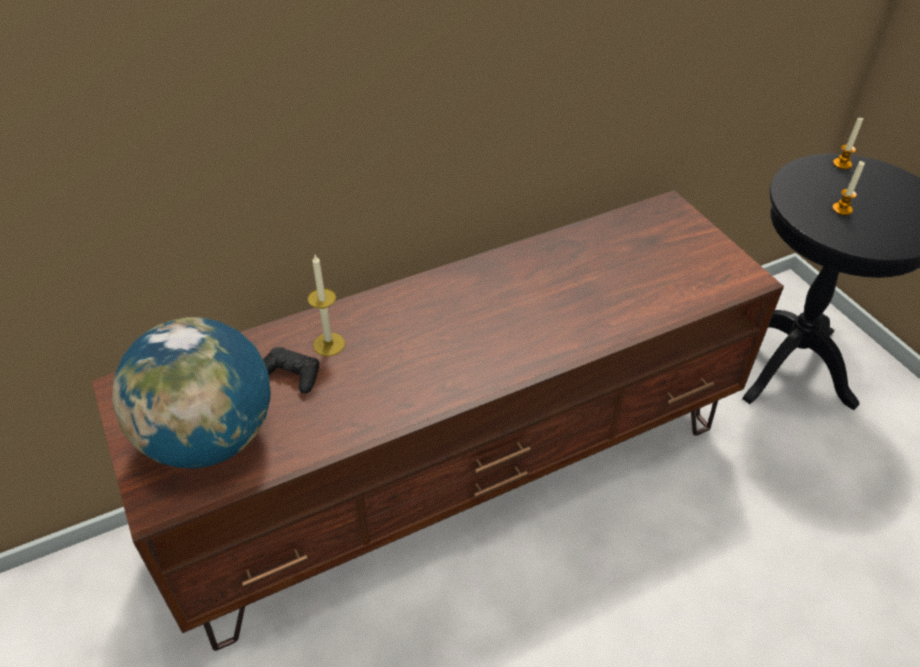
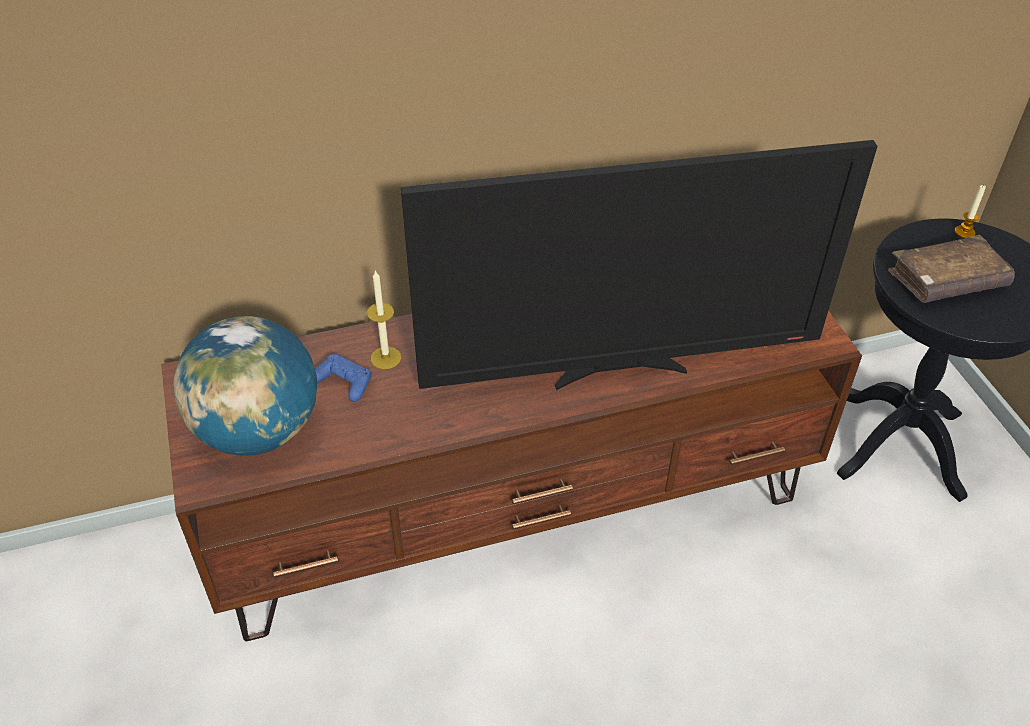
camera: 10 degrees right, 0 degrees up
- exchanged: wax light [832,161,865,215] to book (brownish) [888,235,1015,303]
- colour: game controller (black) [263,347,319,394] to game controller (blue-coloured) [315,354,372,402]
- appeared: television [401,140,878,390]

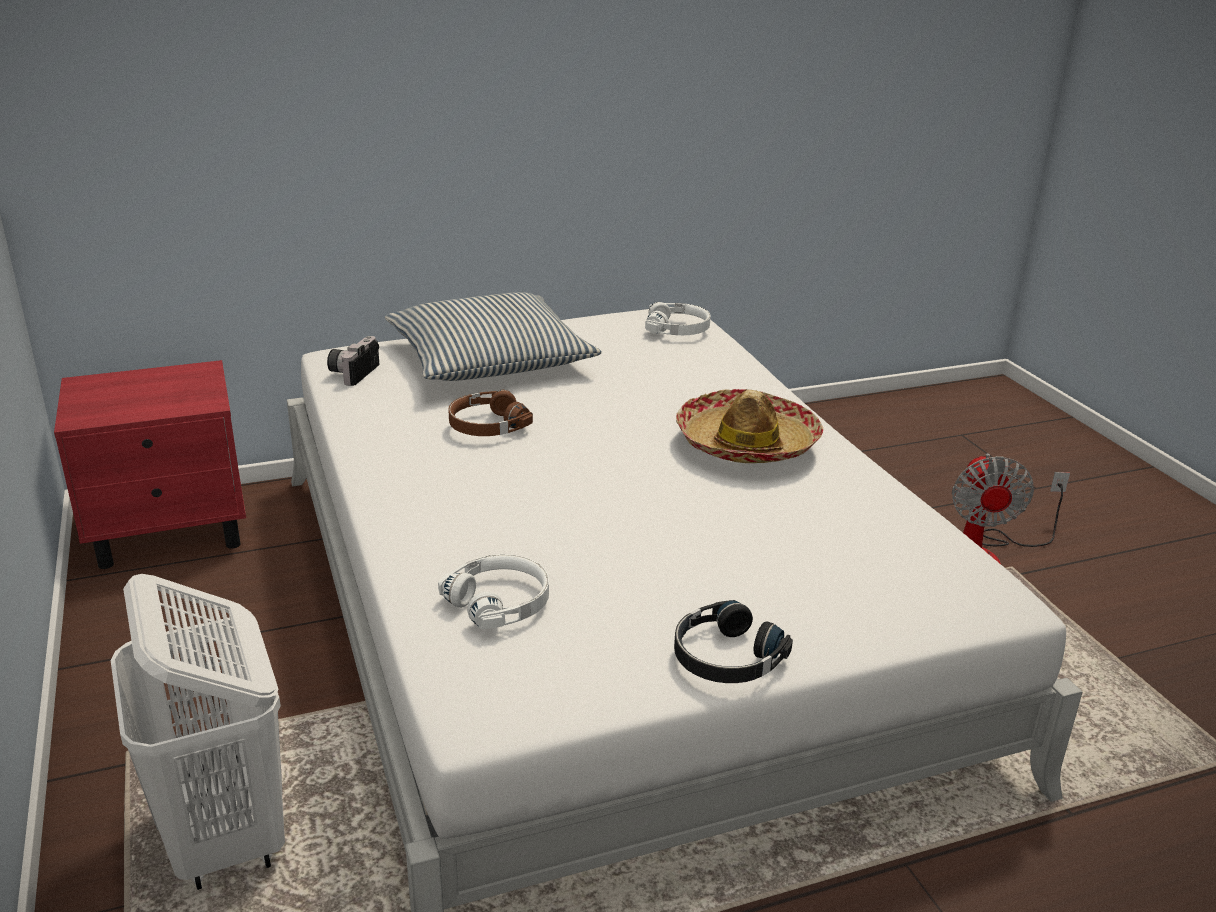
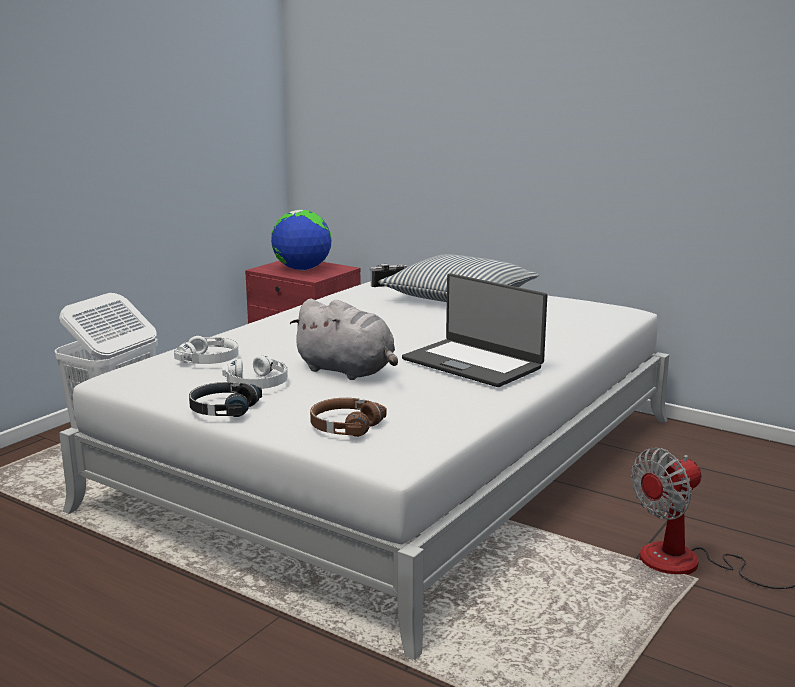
camera: 55 degrees right, 10 degrees down
- relocated: pair of headphones (whitish) [645,302,711,335] to [222,355,288,389]
- exchanged: hat [676,389,823,463] to notebook computer [402,273,547,387]
- relocated: pair of headphones (brownish) [448,390,533,436] to [310,398,387,437]
- appeared: globe [271,210,331,271]
- appeared: cuddly toy (greyish) [289,299,398,380]

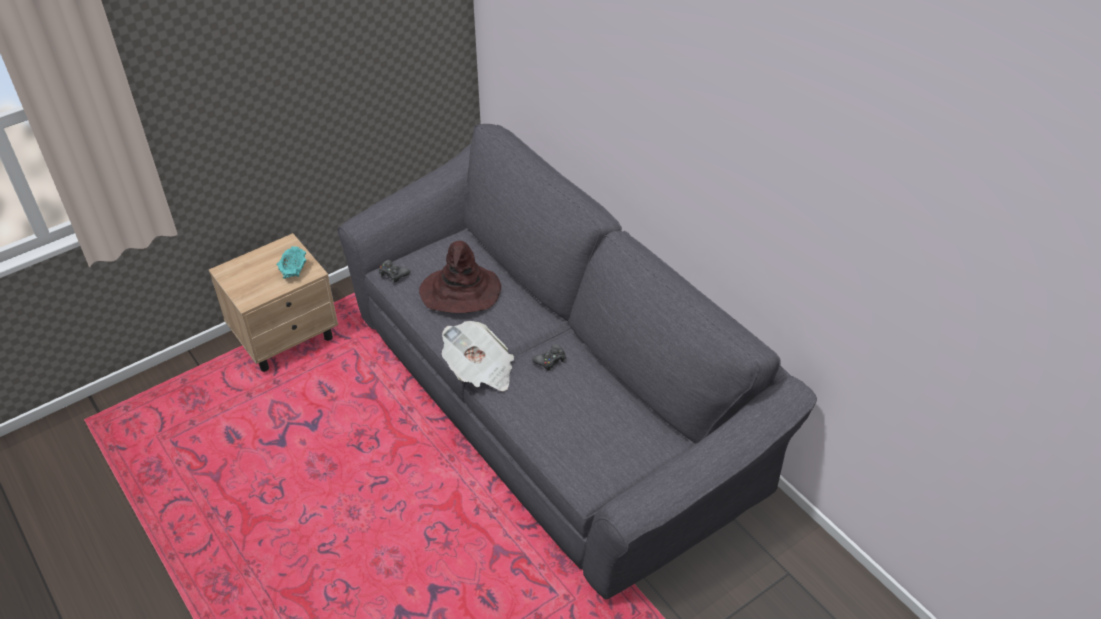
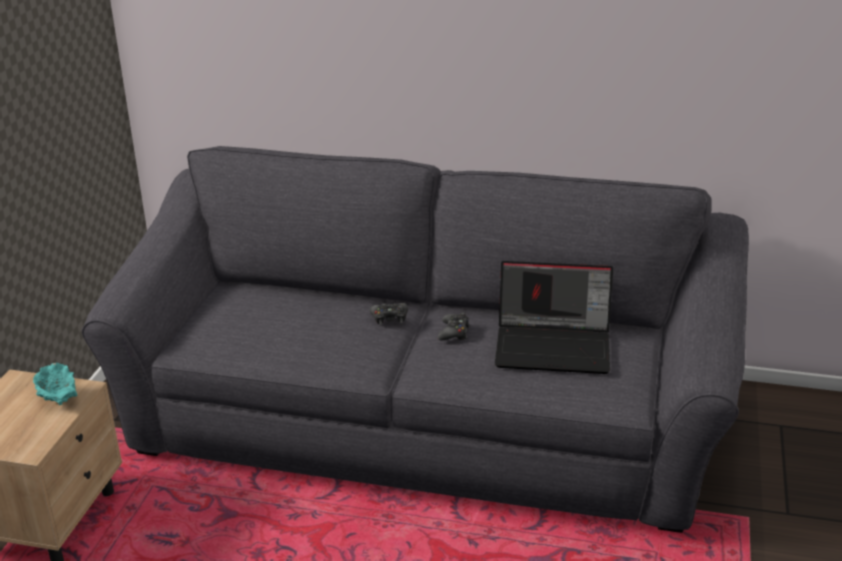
camera: 40 degrees left, 15 degrees down
- missing: hat (brownish) [419,241,501,313]
- relocated: game controller (black) [379,260,411,283] to [370,303,408,325]
- missing: printed paper [441,321,514,391]
- appeared: notebook computer [495,261,613,374]

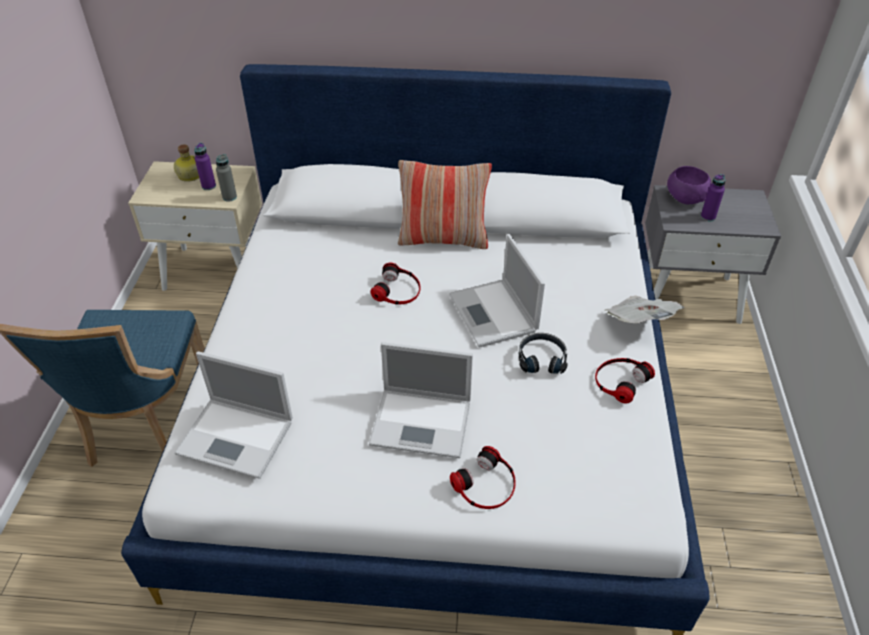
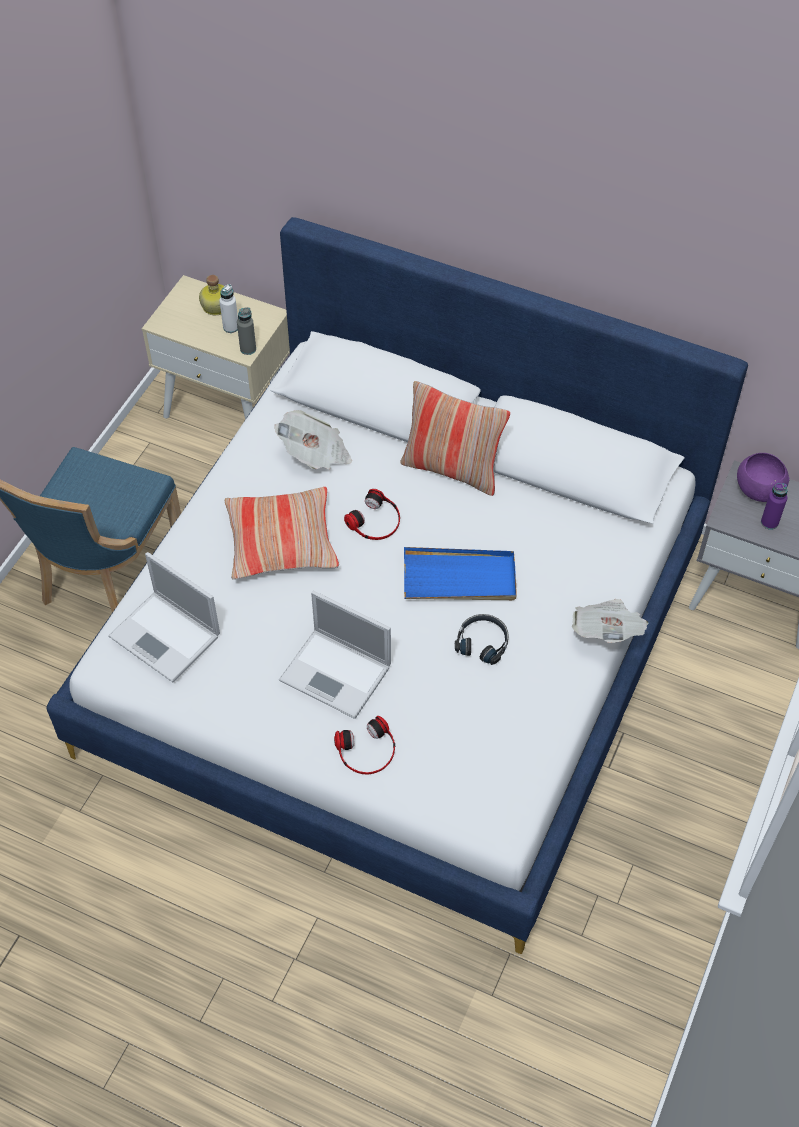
camera: 20 degrees right, 10 degrees up
- colour: drink bottle (purple-coloured) [194,143,216,190] to drink bottle (whitish) [219,284,238,333]
- exchanged: notebook computer [449,234,545,348] to serving tray (blue-coloured) [404,547,517,600]
- missing: pair of headphones [595,358,655,403]
- appeared: printed paper [274,410,353,470]
- appeared: cushion [225,487,339,580]

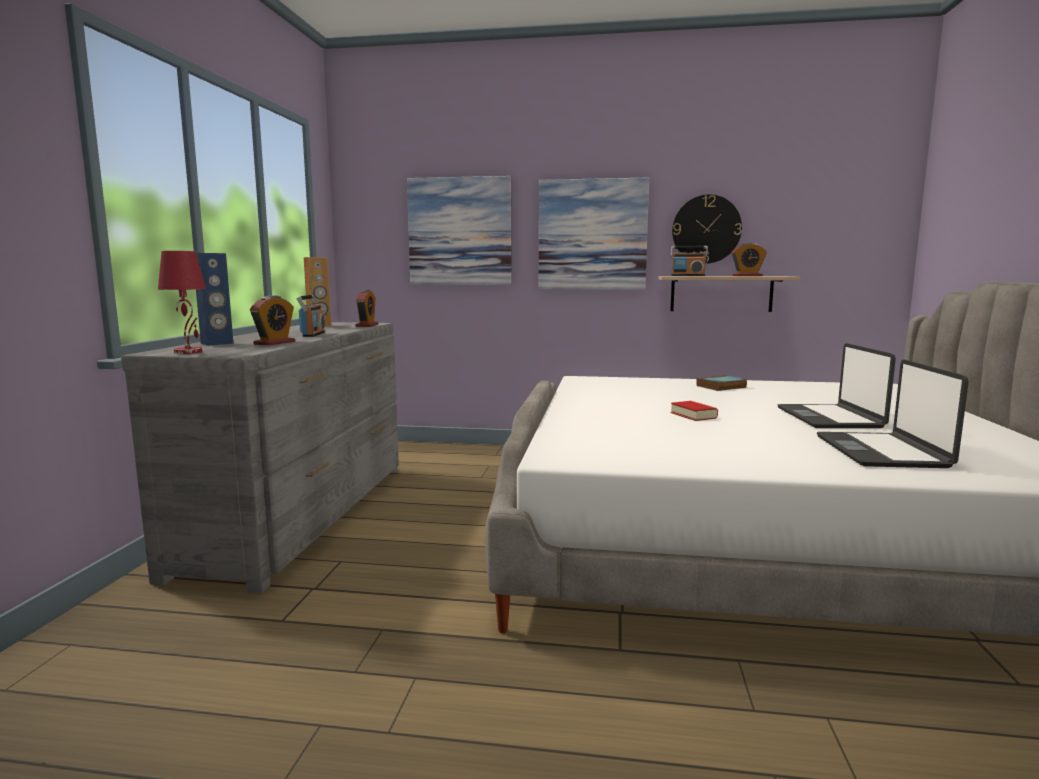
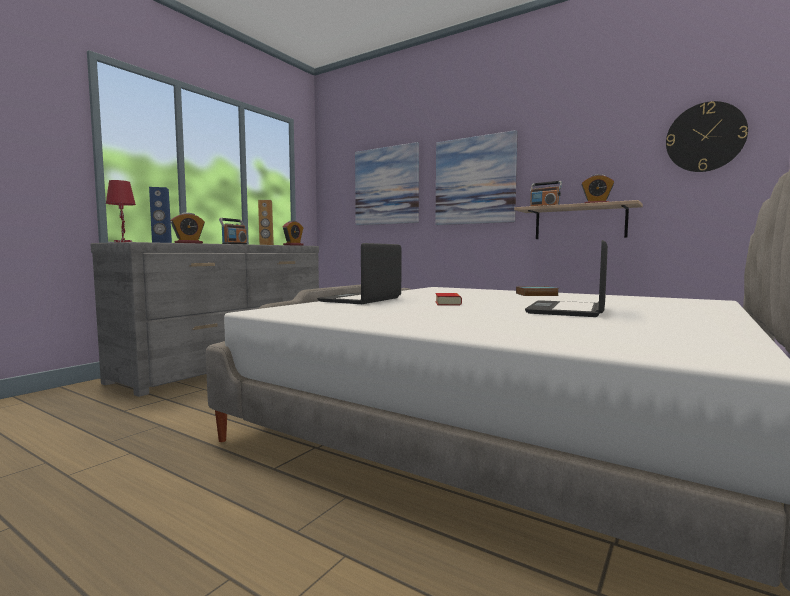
camera: 25 degrees right, 5 degrees down
- relocated: clock on the wall [672,194,742,264] to [666,101,748,172]
- relocated: notebook computer [817,359,969,468] to [317,243,401,304]

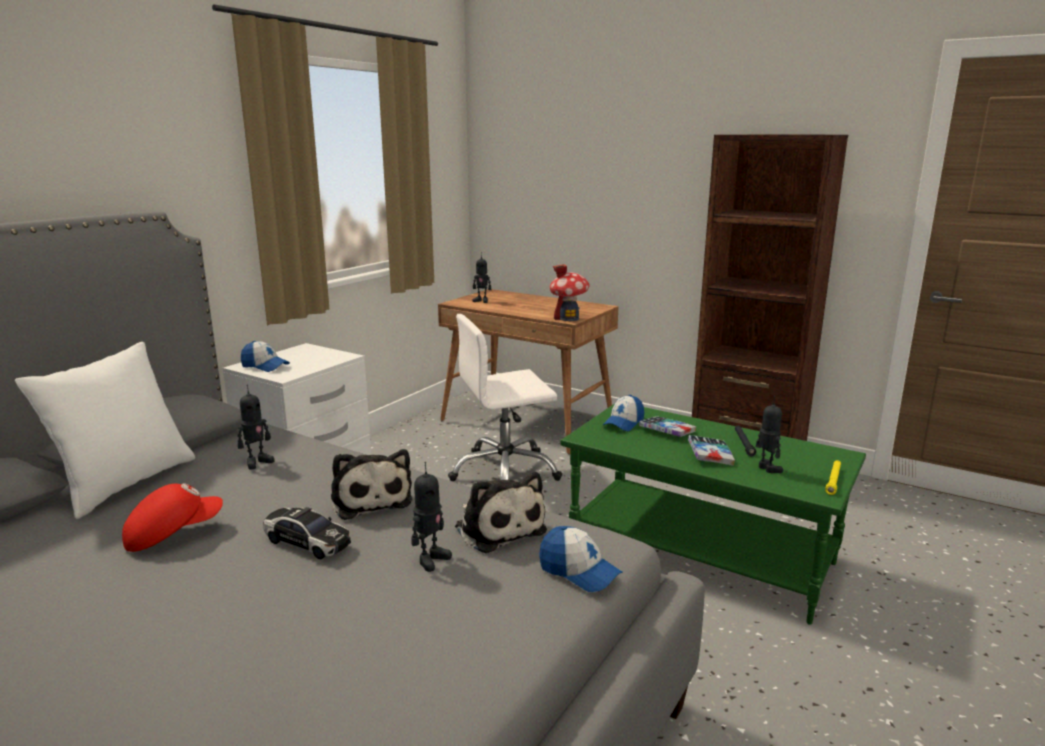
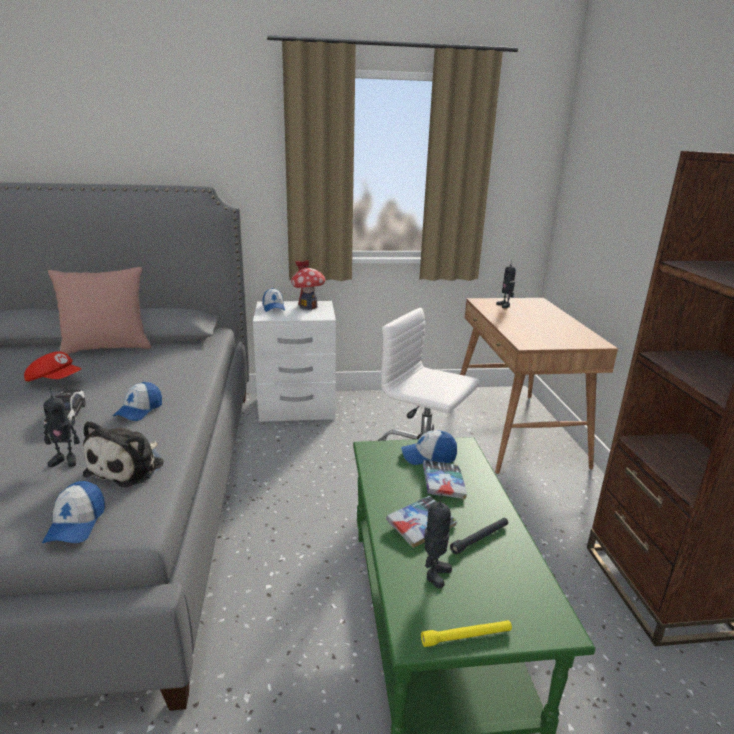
camera: 50 degrees right, 5 degrees up
- relocated: toy house [550,264,590,321] to [291,260,325,310]
- colour: cushion (whitish) [15,342,195,519] to cushion (pinkish) [48,267,151,355]
- missing: toy robot [238,384,275,470]
- exchanged: cuddly toy [331,449,413,520] to peaked cap [113,382,162,421]

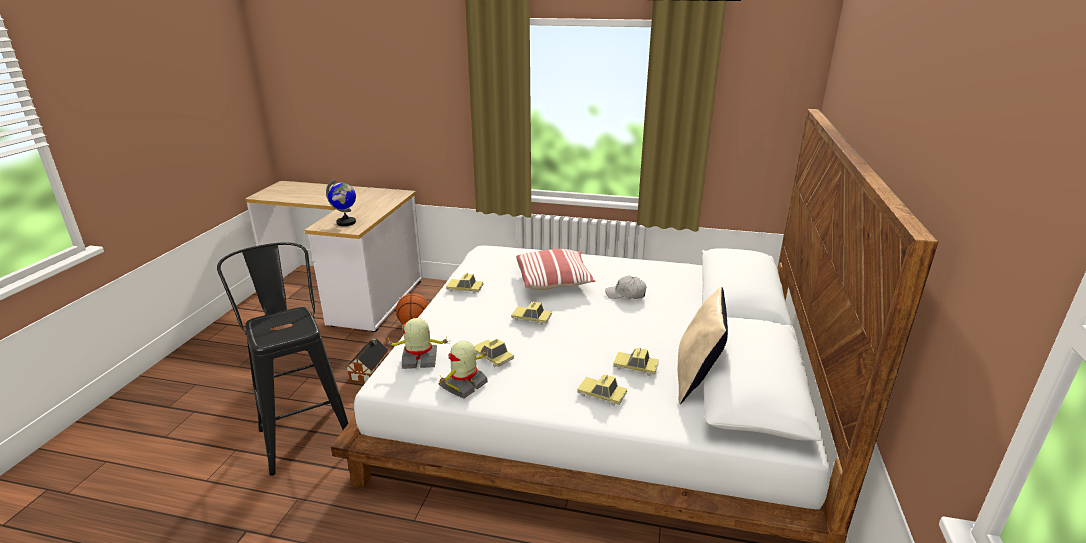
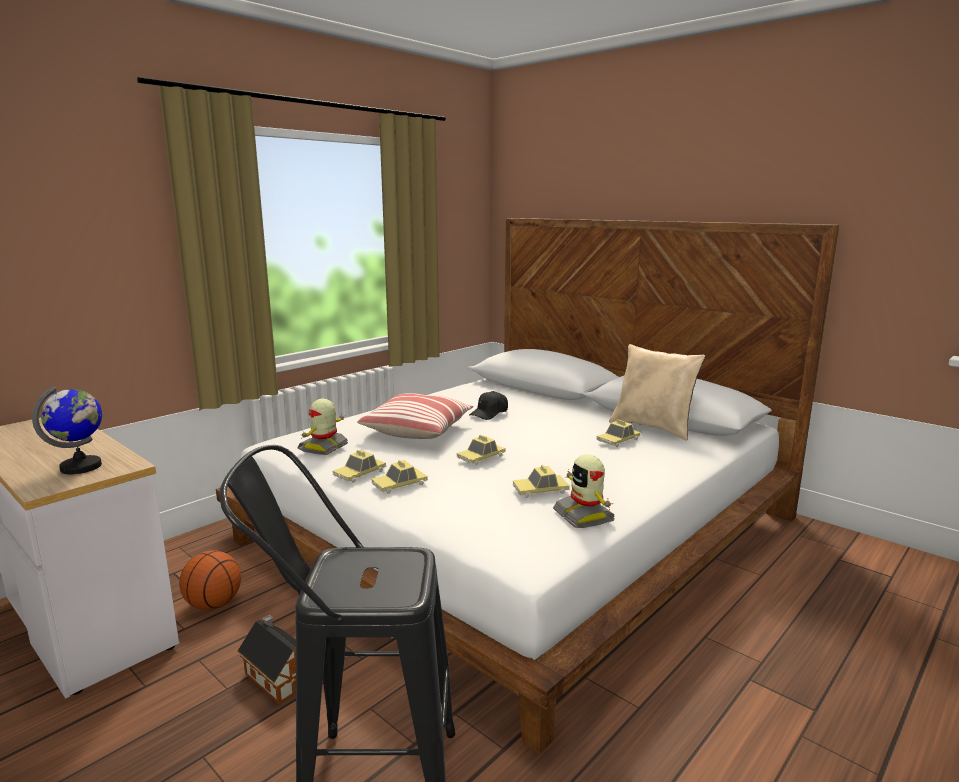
camera: 60 degrees left, 10 degrees down
- colour: peaked cap (whitish) [605,276,646,299] to peaked cap (black) [469,391,508,420]
- relocated: toy robot [386,318,448,369] to [298,399,348,455]
- relocated: toy car [577,374,627,406] to [371,460,428,494]

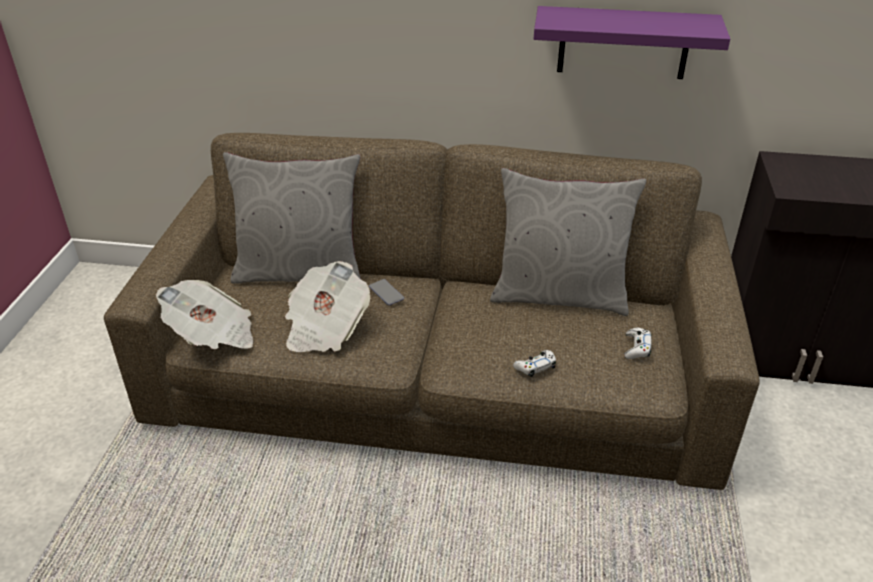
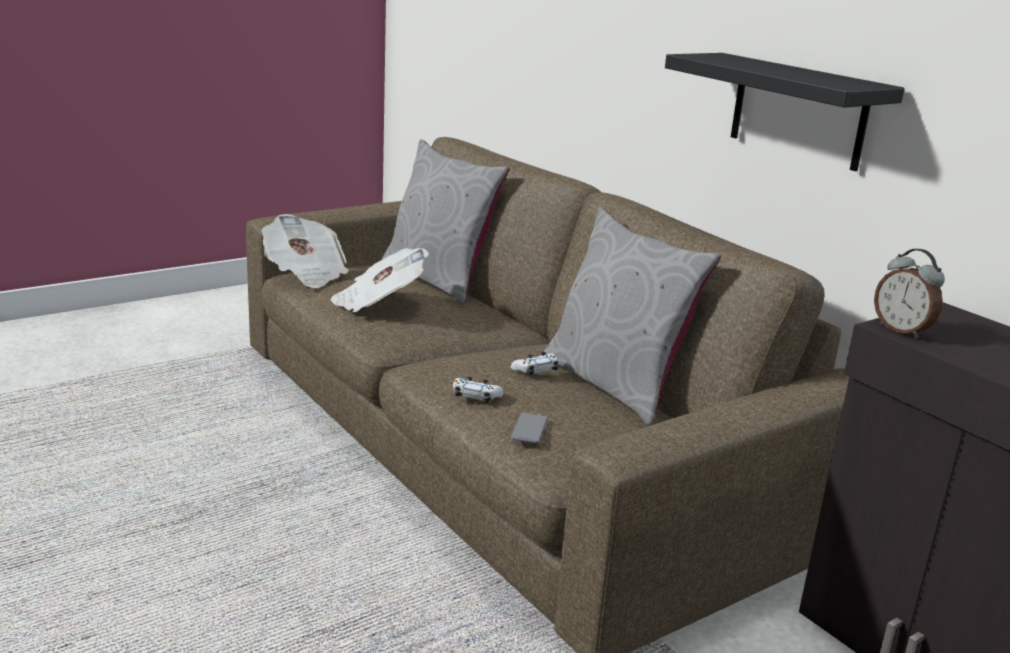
camera: 45 degrees right, 15 degrees down
- colour: bracket shelf (purple-coloured) [534,6,730,79] to bracket shelf (black) [665,53,905,171]
- relocated: phone [369,279,404,305] to [511,413,548,443]
- relocated: game controller (whitish) [624,328,652,359] to [511,352,558,375]
- appeared: table clock [874,249,945,339]

